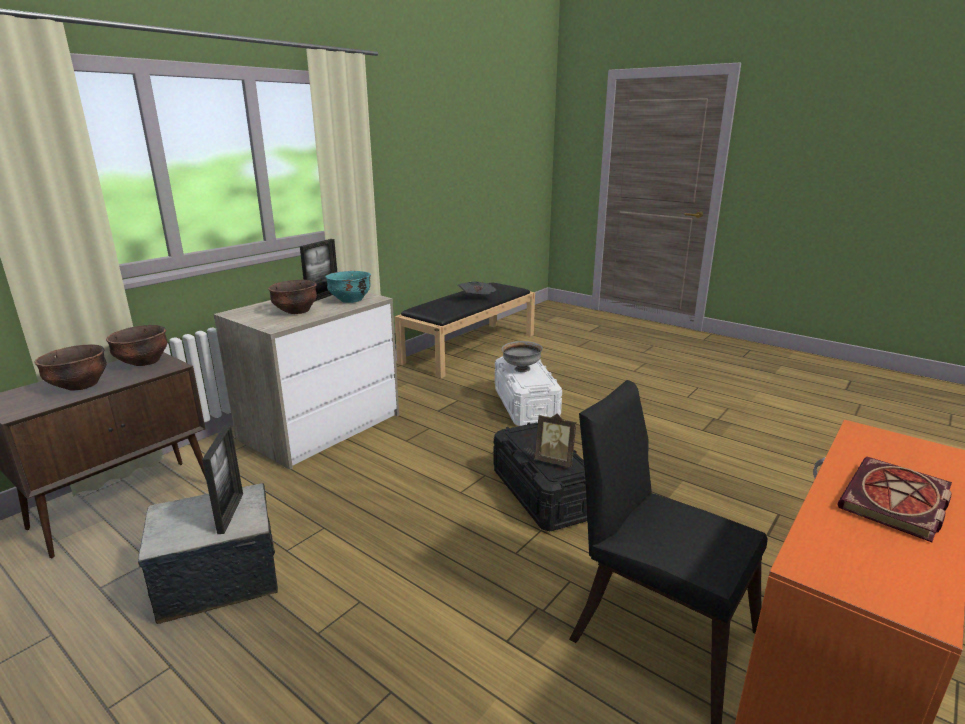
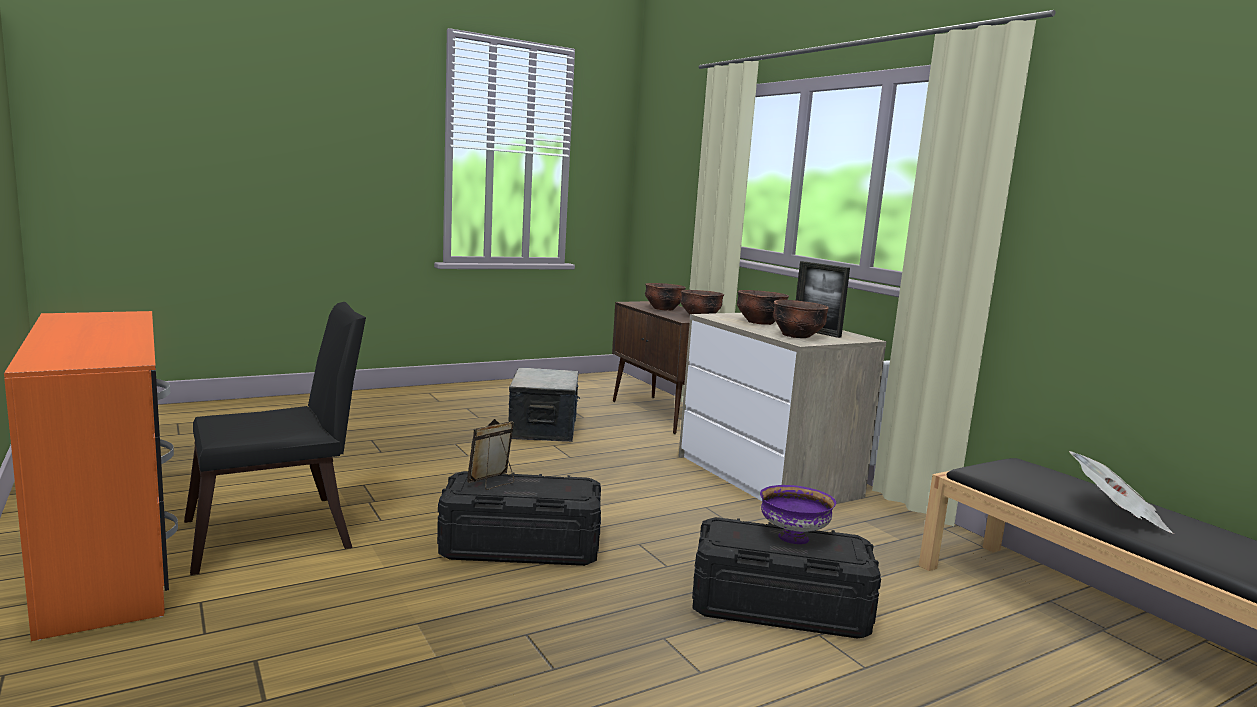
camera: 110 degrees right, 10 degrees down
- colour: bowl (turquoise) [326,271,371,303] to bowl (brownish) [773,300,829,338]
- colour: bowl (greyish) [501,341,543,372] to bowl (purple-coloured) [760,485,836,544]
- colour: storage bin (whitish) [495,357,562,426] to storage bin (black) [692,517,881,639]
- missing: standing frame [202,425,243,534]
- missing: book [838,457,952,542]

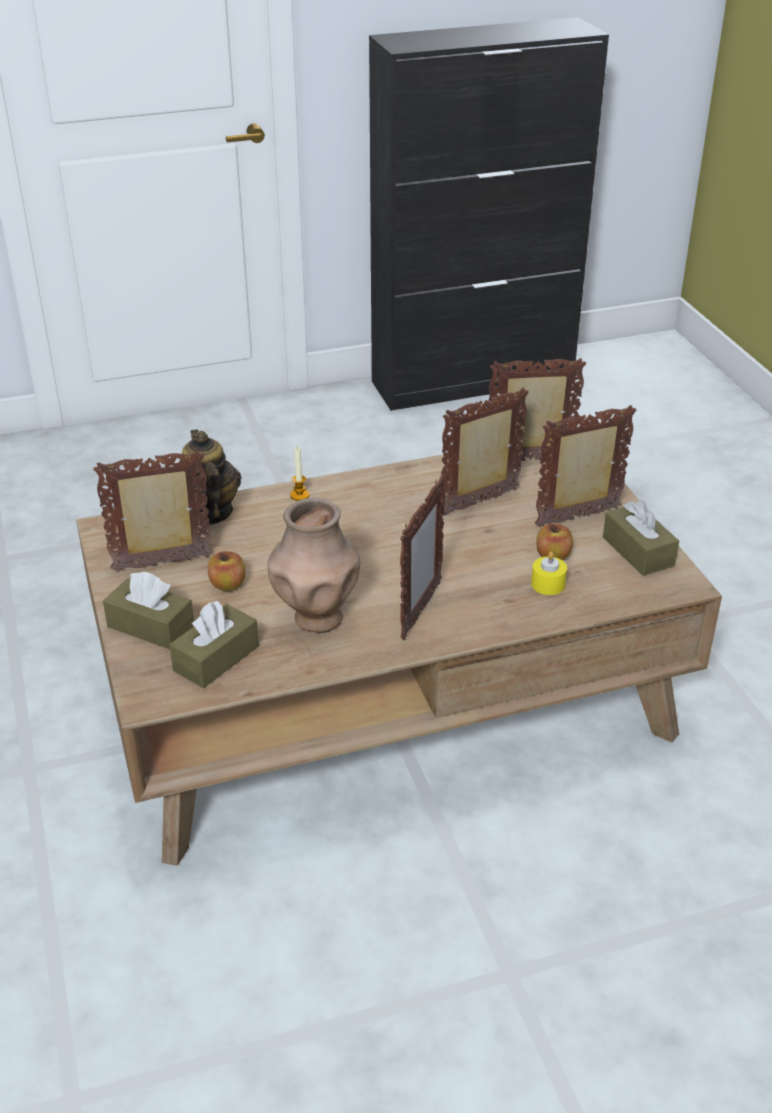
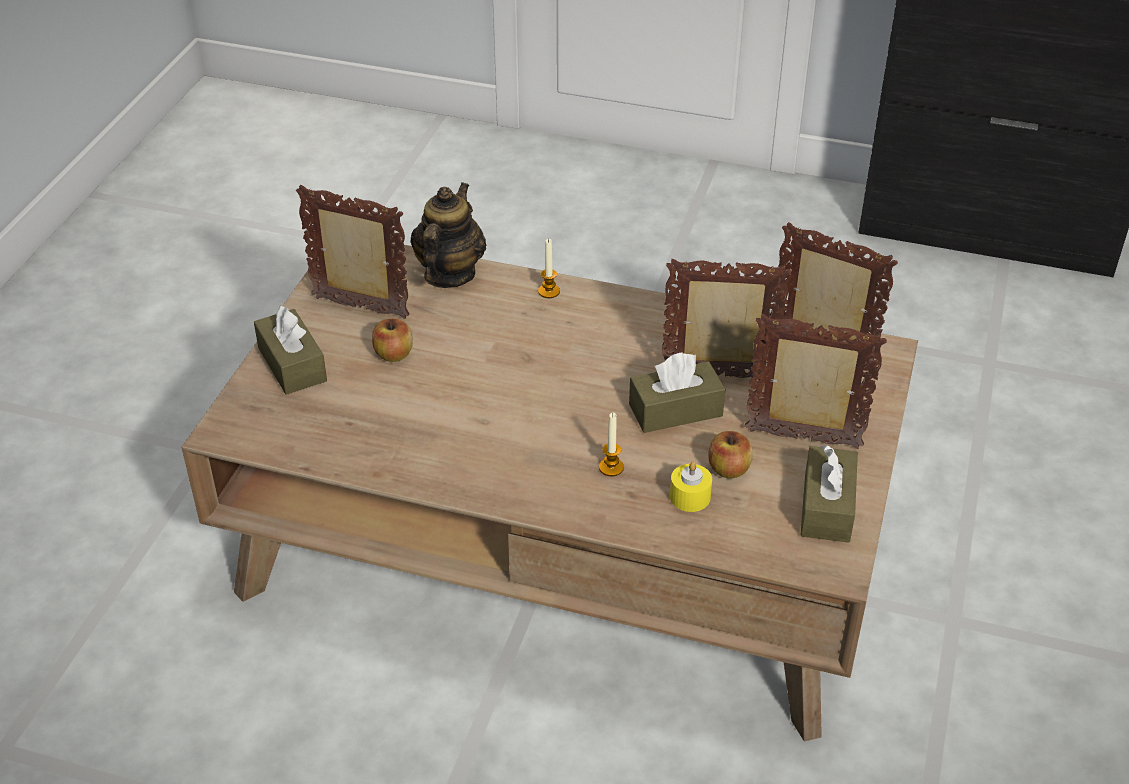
camera: 35 degrees right, 5 degrees up
- missing: standing frame [400,474,446,640]
- missing: vase (brownish) [267,498,360,633]
- relocated: tissue holder (brownish) [169,601,259,688] to [629,352,725,433]
- appeared: wax light [599,413,624,476]

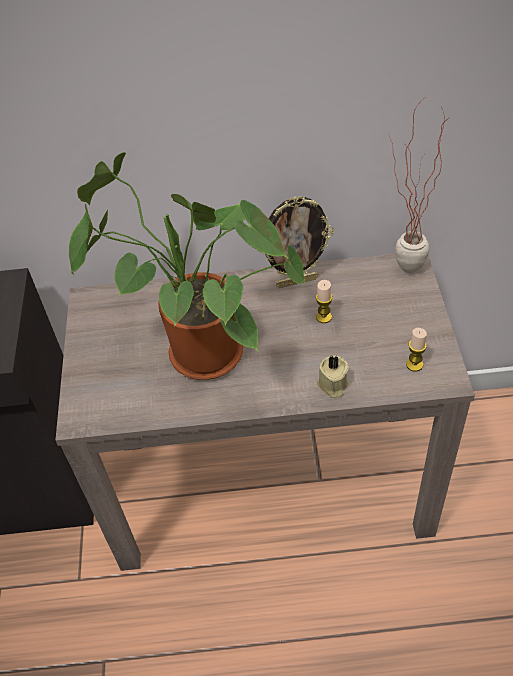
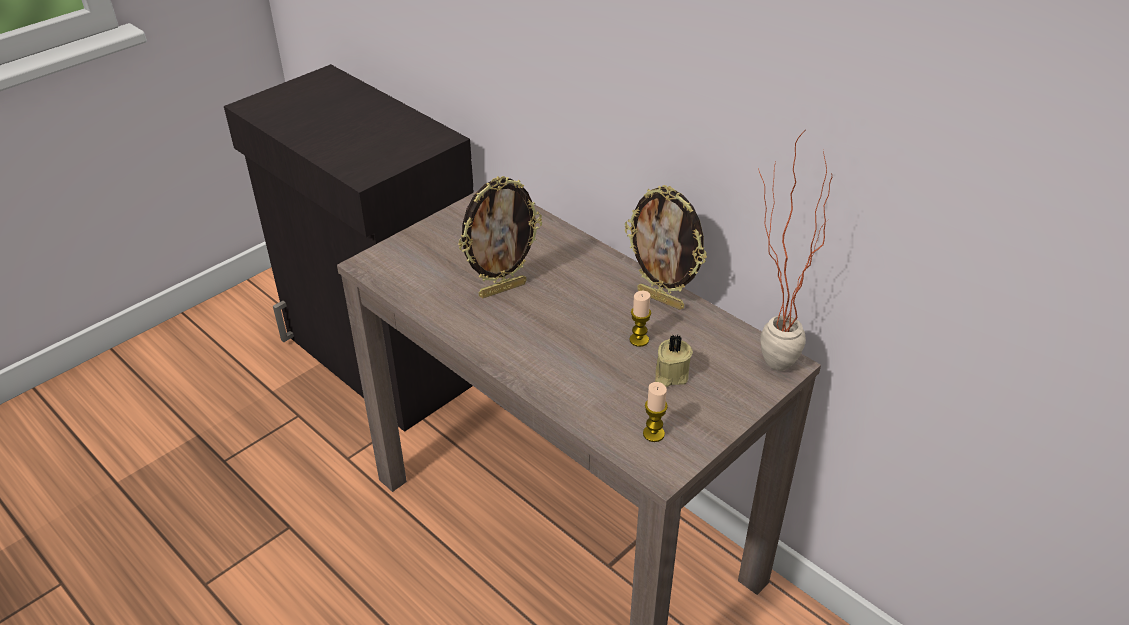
camera: 45 degrees right, 10 degrees down
- exchanged: houseplant [69,152,306,380] to standing frame [458,176,542,298]
- relocated: wax light (beige) [317,356,349,398] to [655,334,693,387]

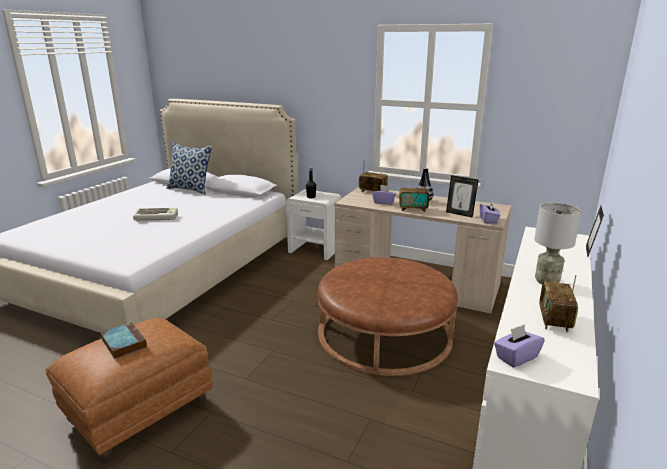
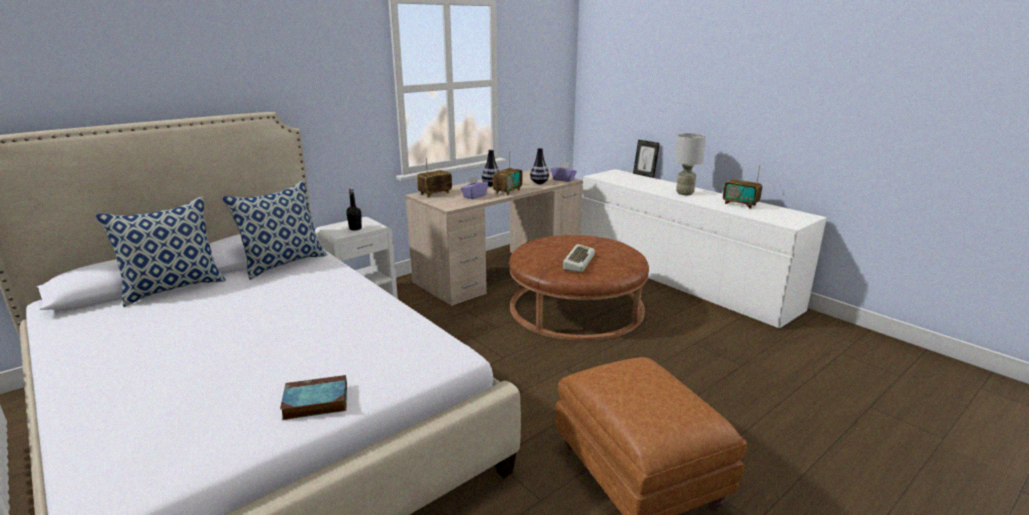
camera: 65 degrees left, 0 degrees up
- exchanged: standing frame [446,175,478,218] to vase [530,147,549,184]
- relocated: PC keyboard [133,208,178,221] to [563,244,595,272]
- relocated: book [100,322,147,359] to [280,375,347,420]
- missing: tissue holder (purple-coloured) [494,324,545,368]
- appeared: cushion [222,180,327,280]

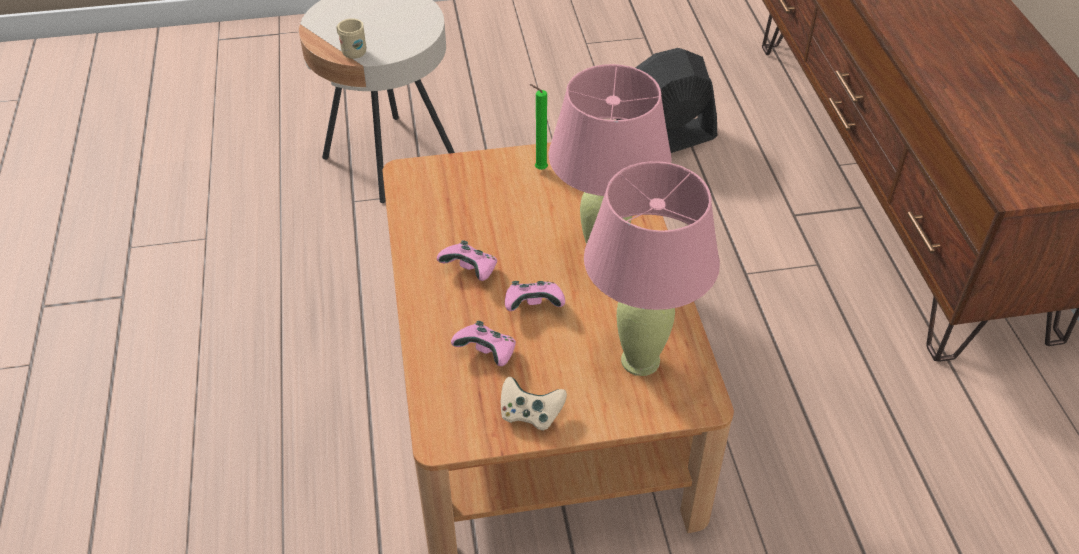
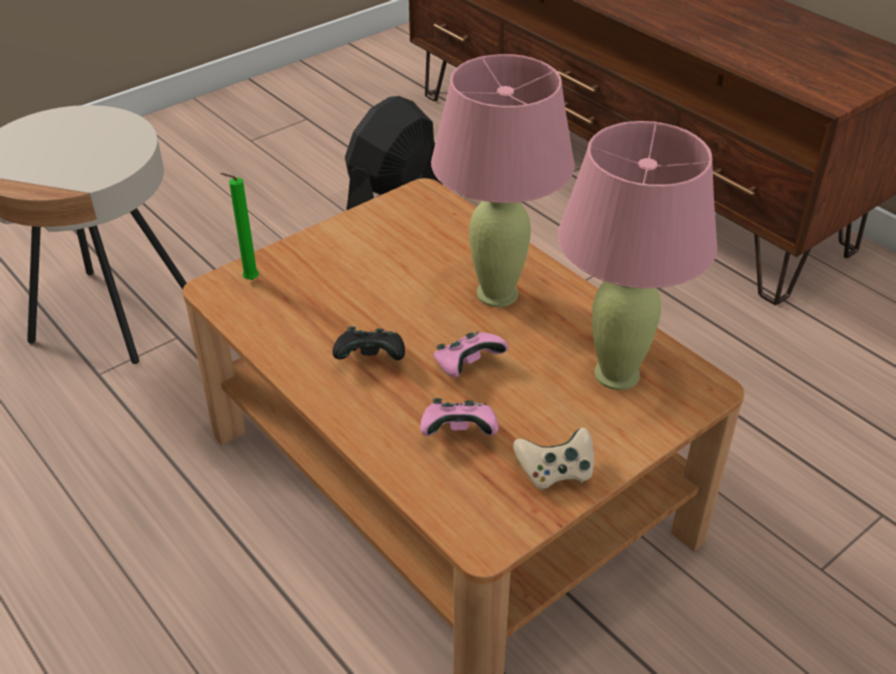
camera: 30 degrees left, 5 degrees down
- missing: tea mug (beige) [336,18,366,59]
- relocated: wax light (green) [530,84,548,170] to [220,173,259,280]
- colour: game controller (pinkish) [437,240,497,281] to game controller (black) [332,326,405,360]

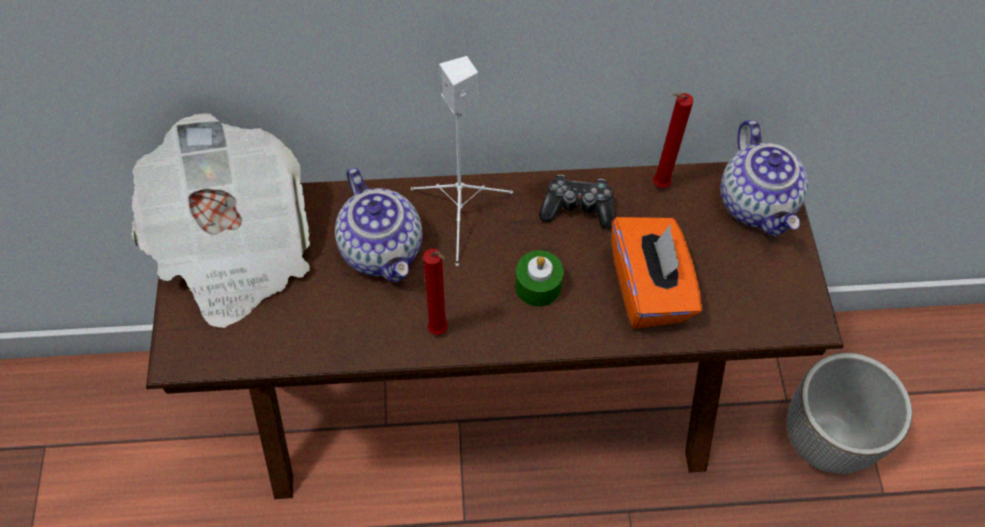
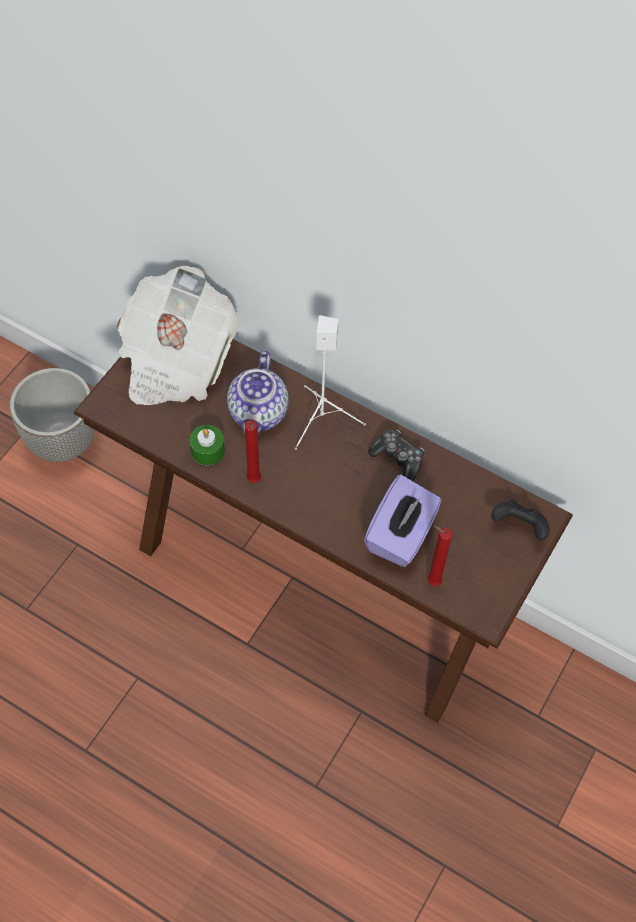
camera: 35 degrees right, 0 degrees up
- relocated: wax light (reddish) [653,93,694,188] to [427,525,452,586]
- exchanged: teapot [720,120,808,237] to game controller (black) [491,499,550,541]
- colour: tissue holder (orange-coloured) [612,217,702,329] to tissue holder (purple-coloured) [364,475,442,567]
- relocated: wax light (green) [515,250,564,307] to [190,425,225,465]
- relocated: plant pot [787,353,912,474] to [9,368,95,462]

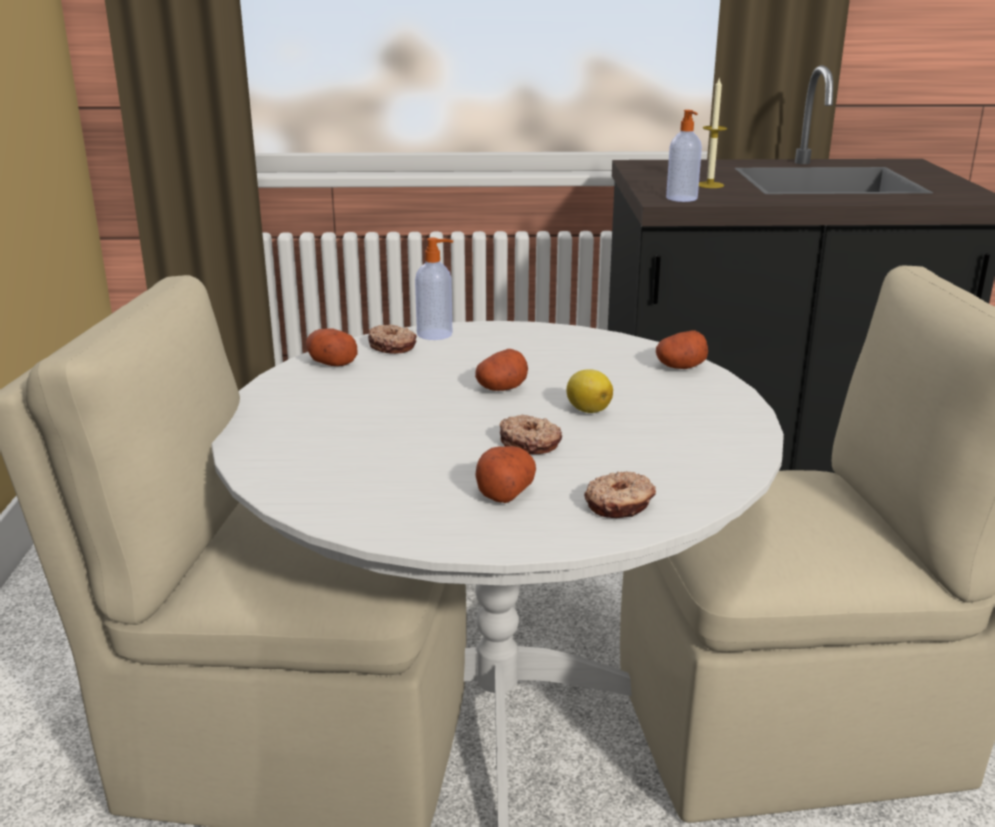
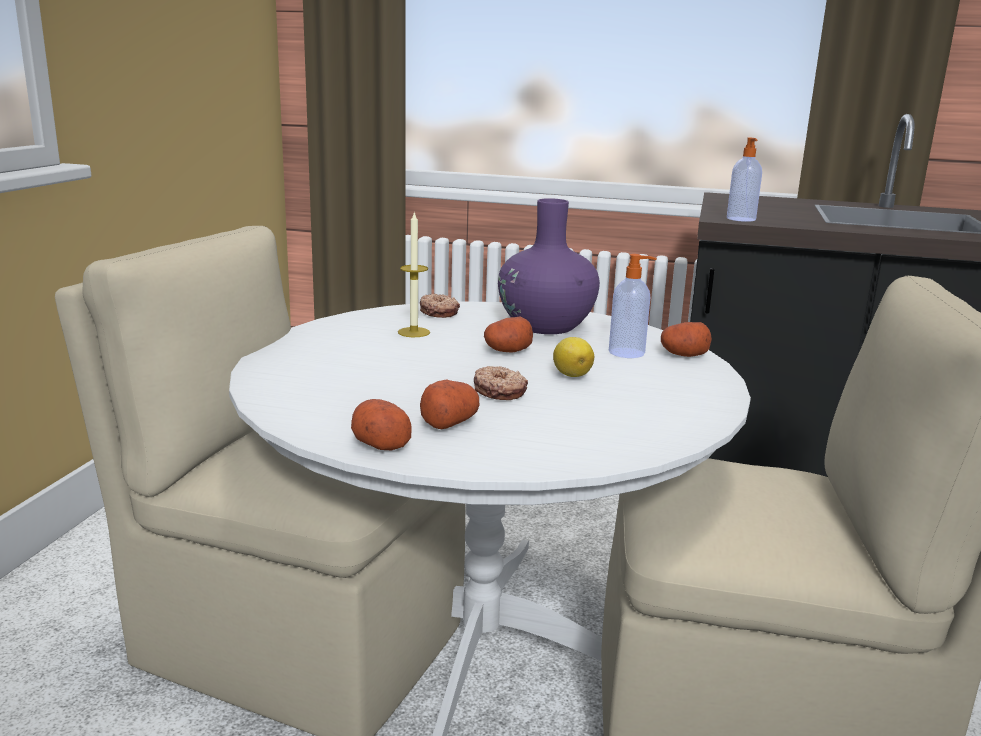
camera: 15 degrees right, 5 degrees down
- relocated: wax light [699,77,727,188] to [398,211,430,337]
- relocated: soap dispenser [415,238,453,340] to [609,254,657,358]
- relocated: potato [306,328,357,366] to [351,399,412,450]
- missing: ring doughnut [584,471,656,518]
- appeared: vase (purple-coloured) [498,198,600,334]

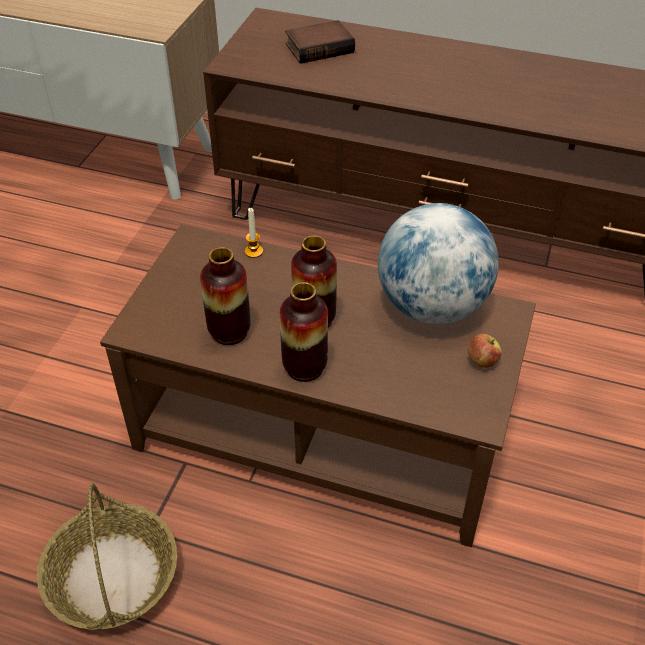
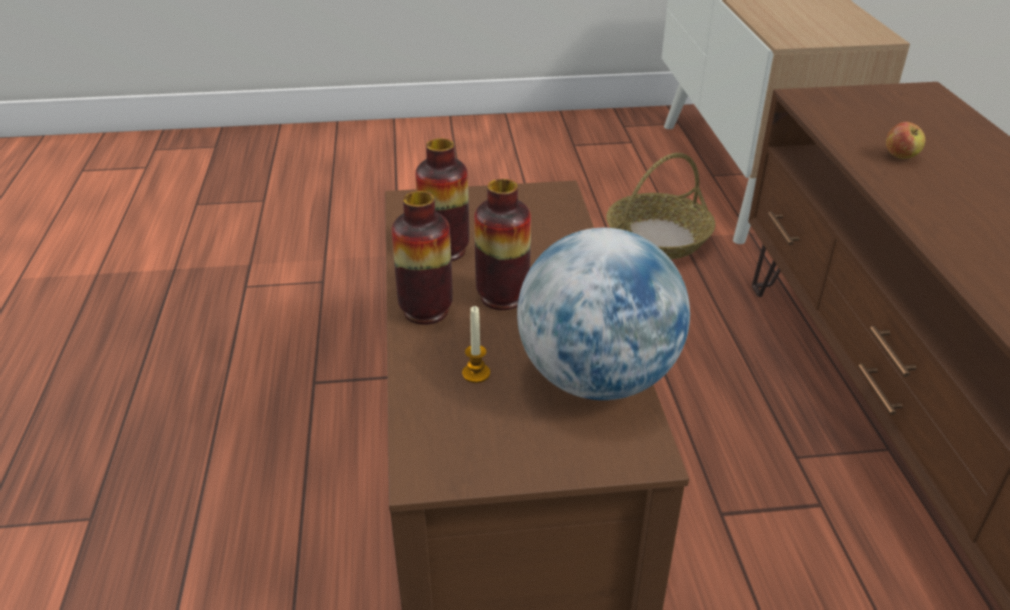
camera: 65 degrees right, 10 degrees down
- missing: book [285,20,355,64]
- relocated: wax light [244,208,263,258] to [462,306,490,383]
- relocated: apple fruit [468,334,502,368] to [886,122,925,159]
- relocated: basket [37,483,177,630] to [606,153,715,259]

